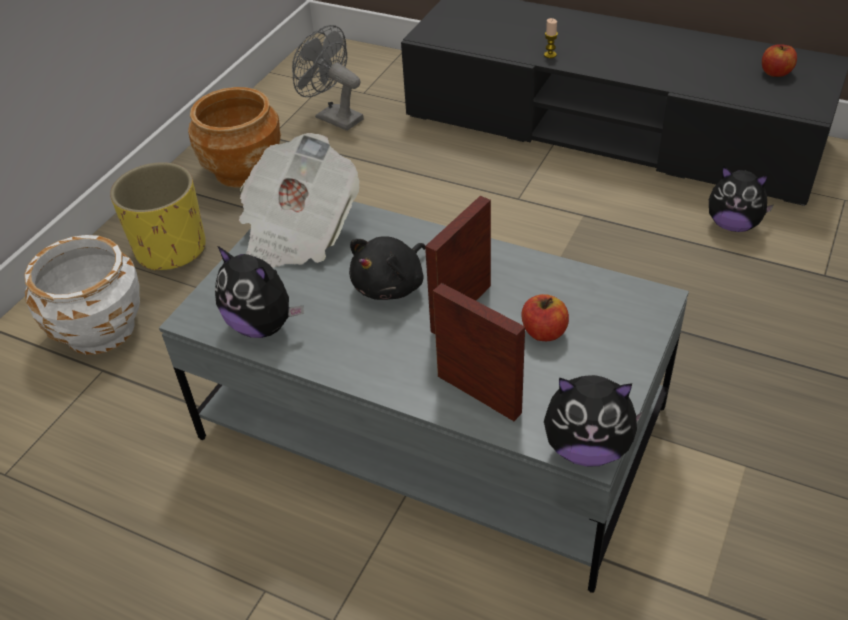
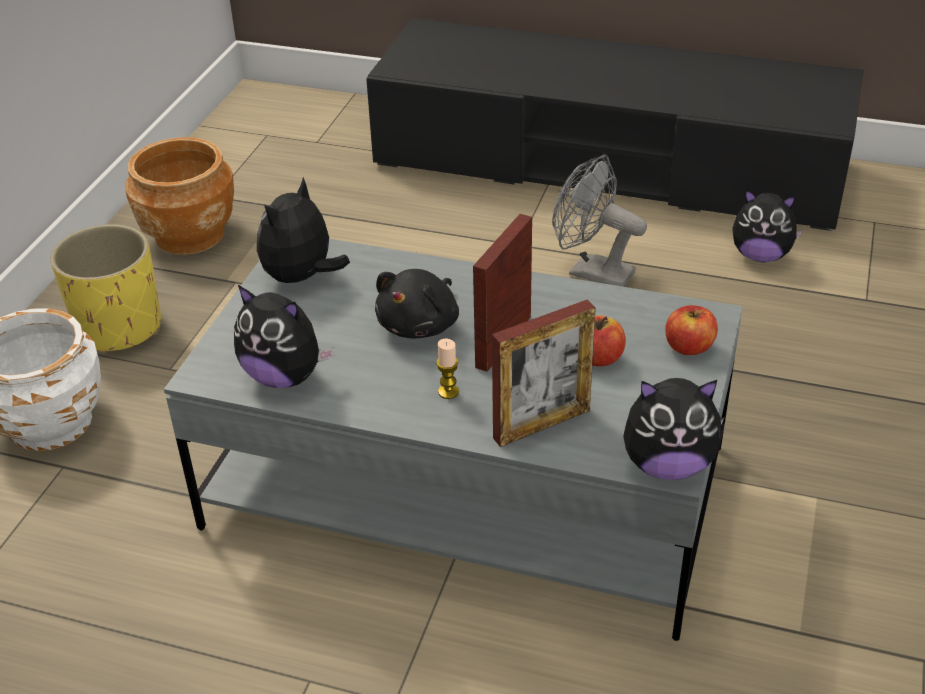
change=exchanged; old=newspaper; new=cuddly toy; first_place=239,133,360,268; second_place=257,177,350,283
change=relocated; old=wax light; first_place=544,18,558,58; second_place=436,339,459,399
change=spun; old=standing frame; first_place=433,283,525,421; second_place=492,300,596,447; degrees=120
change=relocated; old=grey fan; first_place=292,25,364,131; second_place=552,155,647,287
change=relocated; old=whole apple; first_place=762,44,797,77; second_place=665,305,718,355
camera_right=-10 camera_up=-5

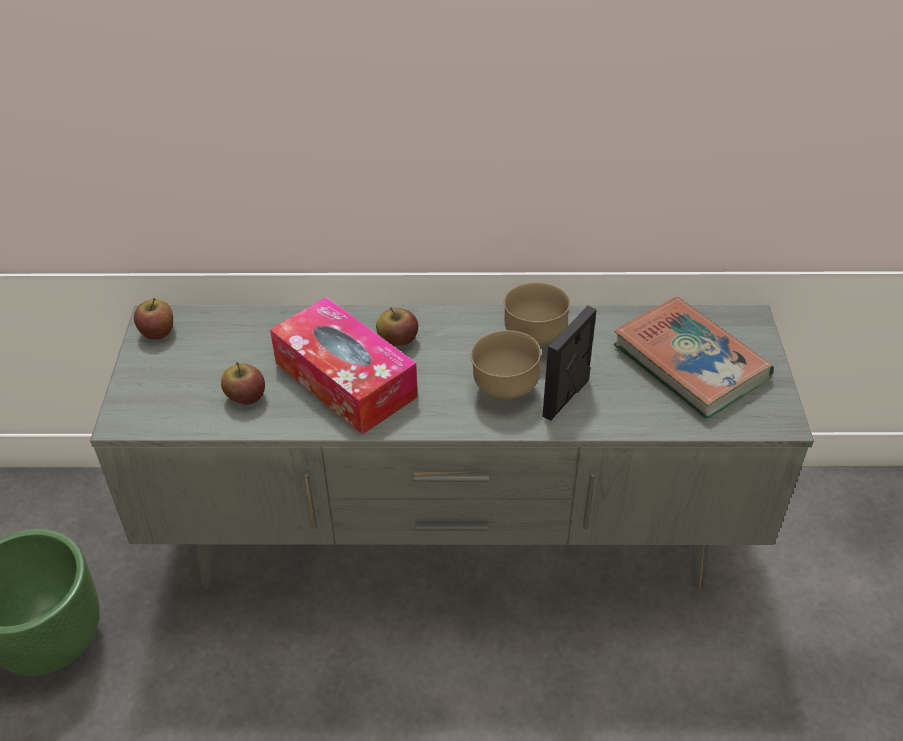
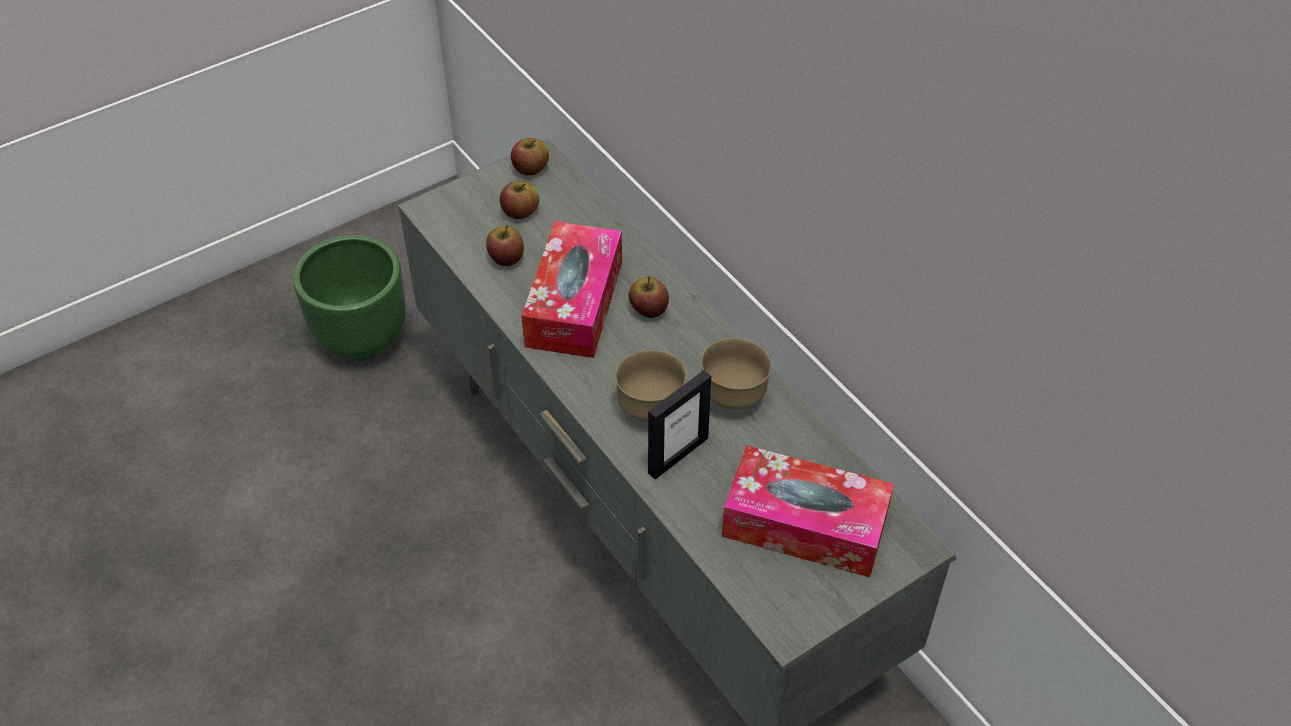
change=appeared; new=whole apple; second_place=500,181,540,219
change=spun; old=standing frame; first_place=542,306,597,420; second_place=648,370,711,479; degrees=135
change=exchanged; old=book; new=tissue holder; first_place=614,297,774,419; second_place=722,445,894,577
camera_right=55 camera_up=5

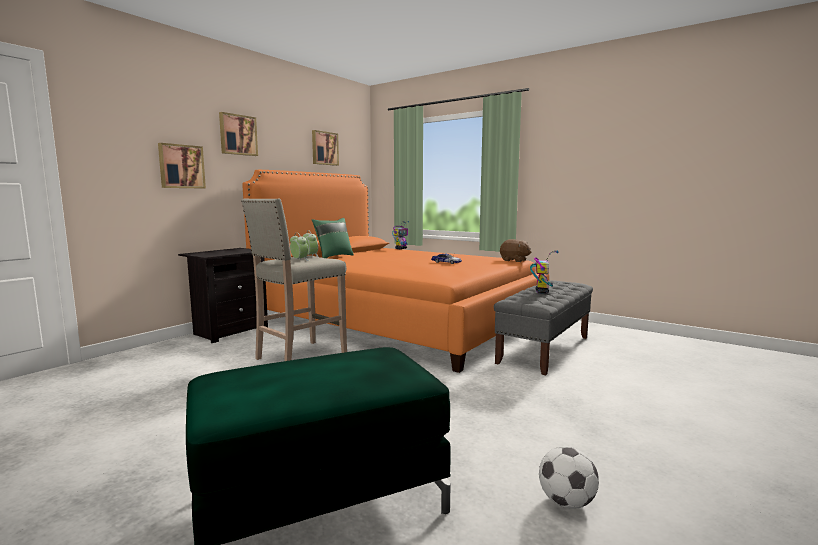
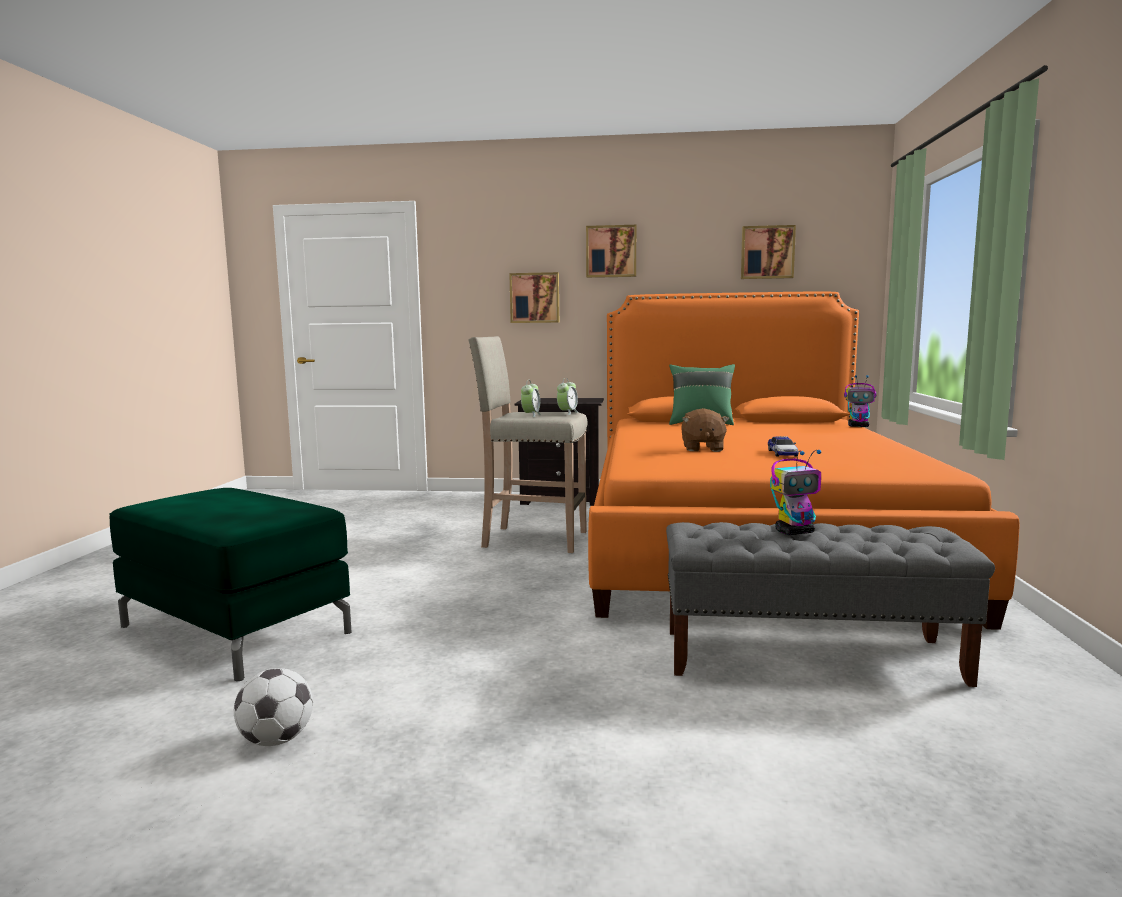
change=relocated; old=brown-coloured cuddly toy; first_place=500,239,532,262; second_place=681,408,729,452
camera_right=60 camera_up=0

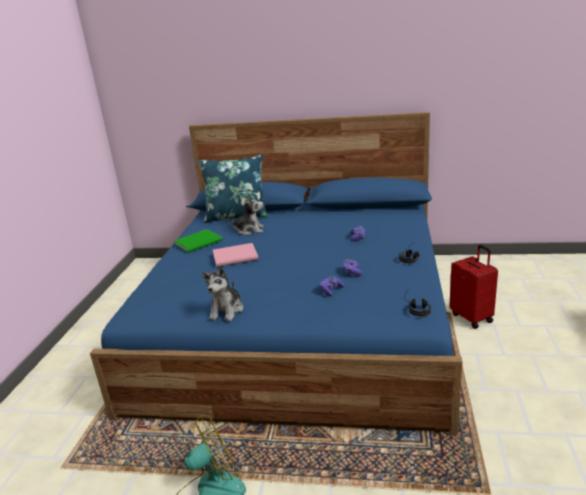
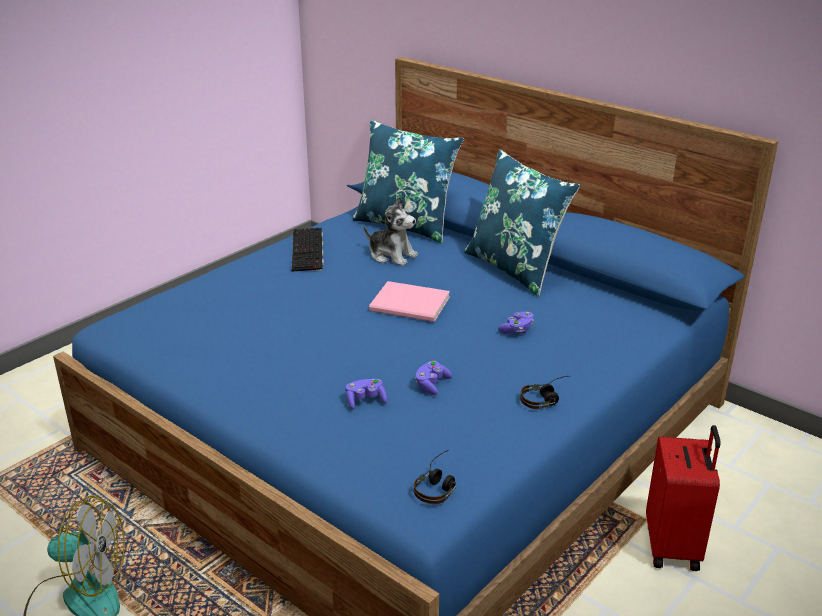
change=exchanged; old=greenish book; new=computer keyboard; first_place=174,229,222,253; second_place=291,228,324,271
change=relocated; old=pink book; first_place=213,243,258,267; second_place=369,281,450,322
change=appeared; new=bluish cushion; second_place=464,150,580,296
change=missing; old=cuddly toy; first_place=202,266,243,321
camera_right=30 camera_up=5

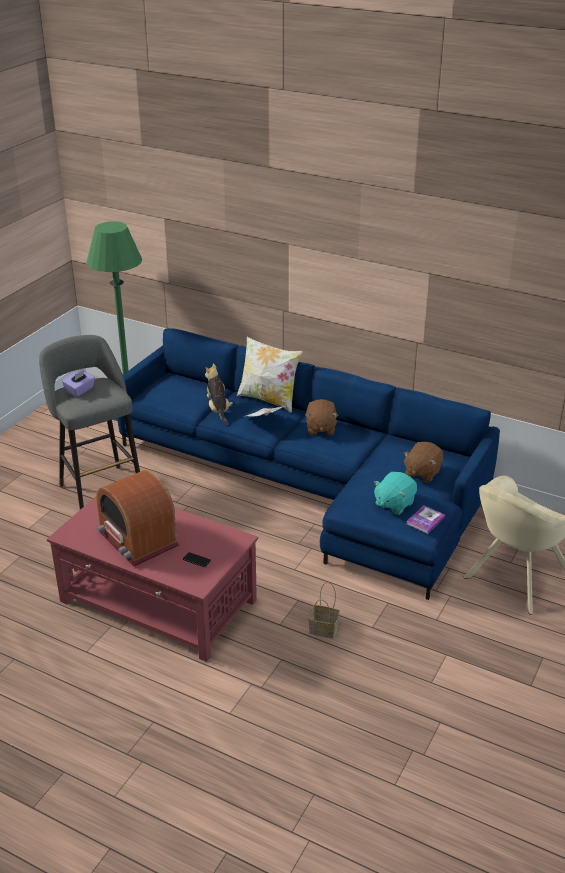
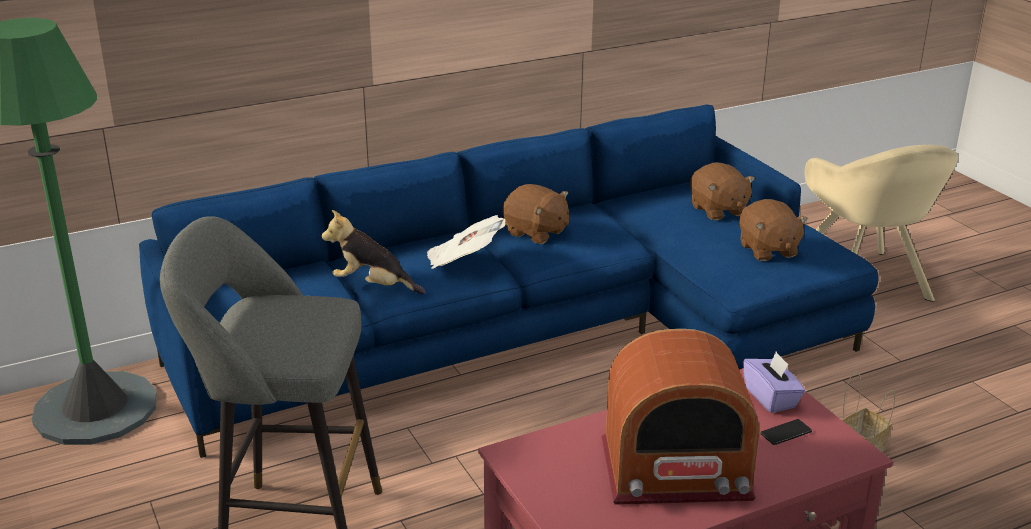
change=colour; old=blue-green cuddly toy; new=brown-coloured cuddly toy; first_place=374,472,417,515; second_place=739,199,808,261
change=relocated; old=purple tissue holder; first_place=62,369,95,397; second_place=743,352,805,413
change=missing; old=cushion; first_place=237,337,303,413
change=missing; old=book; first_place=407,506,445,534
camera_right=-55 camera_up=-5

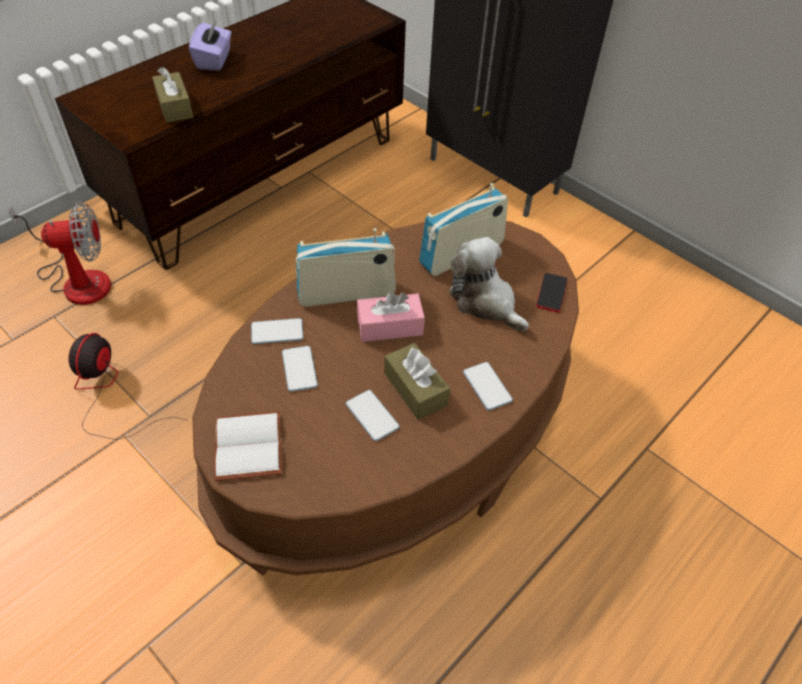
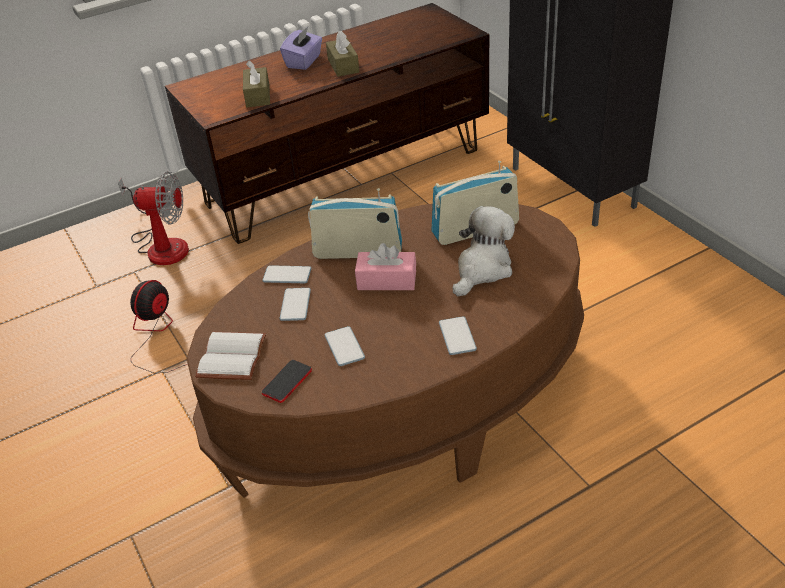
change=relocated; old=phone; first_place=536,273,568,313; second_place=262,360,312,403
change=relocated; old=brown-coloured tissue holder; first_place=384,343,450,420; second_place=326,31,359,77
change=spun; old=cuddly toy; first_place=449,237,529,331; second_place=453,206,515,296; degrees=60
camera_right=20 camera_up=-10

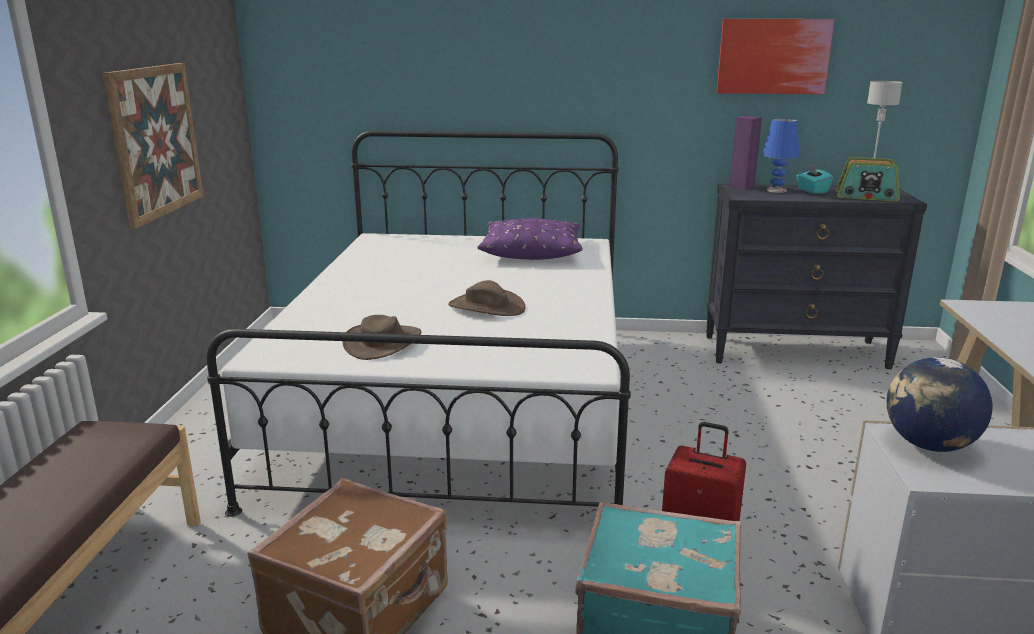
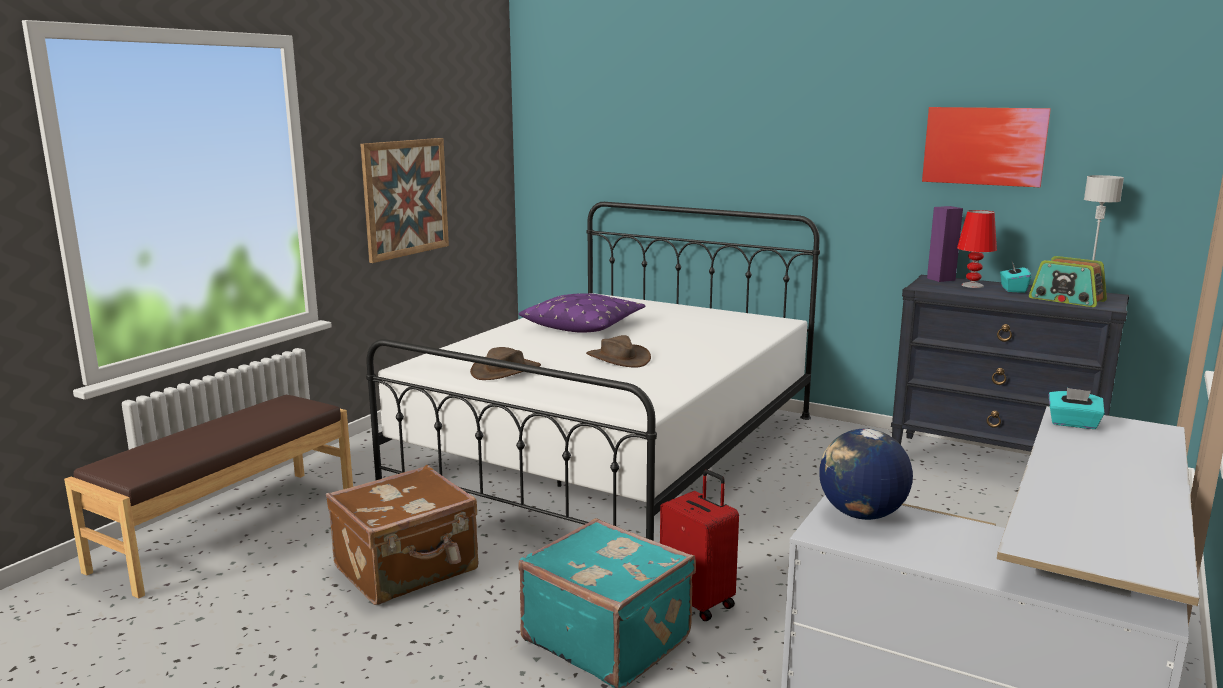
change=relocated; old=purple cushion; first_place=477,218,583,260; second_place=519,293,645,333
change=colour; old=bluish lamp for a table; new=red lamp for a table; first_place=762,118,799,193; second_place=957,210,997,288
change=appeared; new=blue-green tissue holder; second_place=1049,388,1105,429
camera_right=25 camera_up=-5

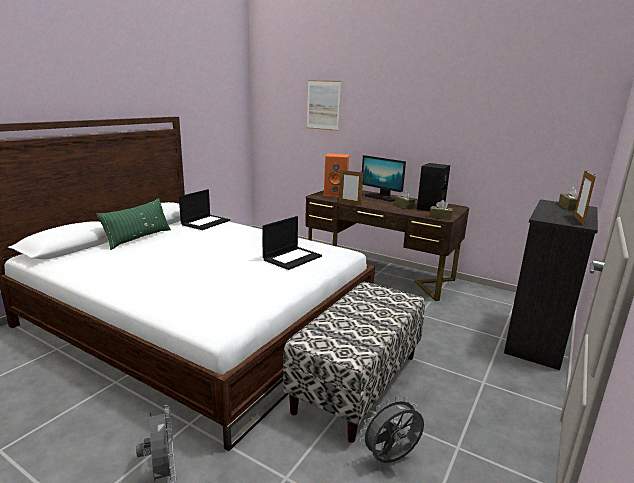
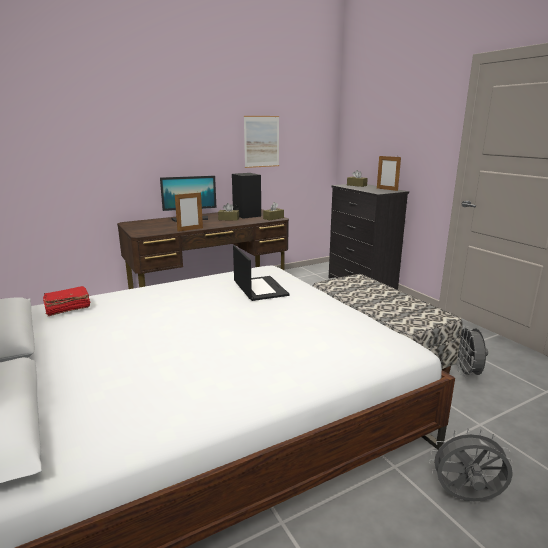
change=exchanged; old=portable computer; new=red book; first_place=179,189,230,230; second_place=43,286,90,316
change=relocated; old=picture; first_place=307,80,341,131; second_place=244,116,279,168
change=missing; old=greenish cushion; first_place=97,198,171,250
change=missing; old=orange-coloured audio speaker; first_place=324,153,349,197
camera_right=-60 camera_up=0

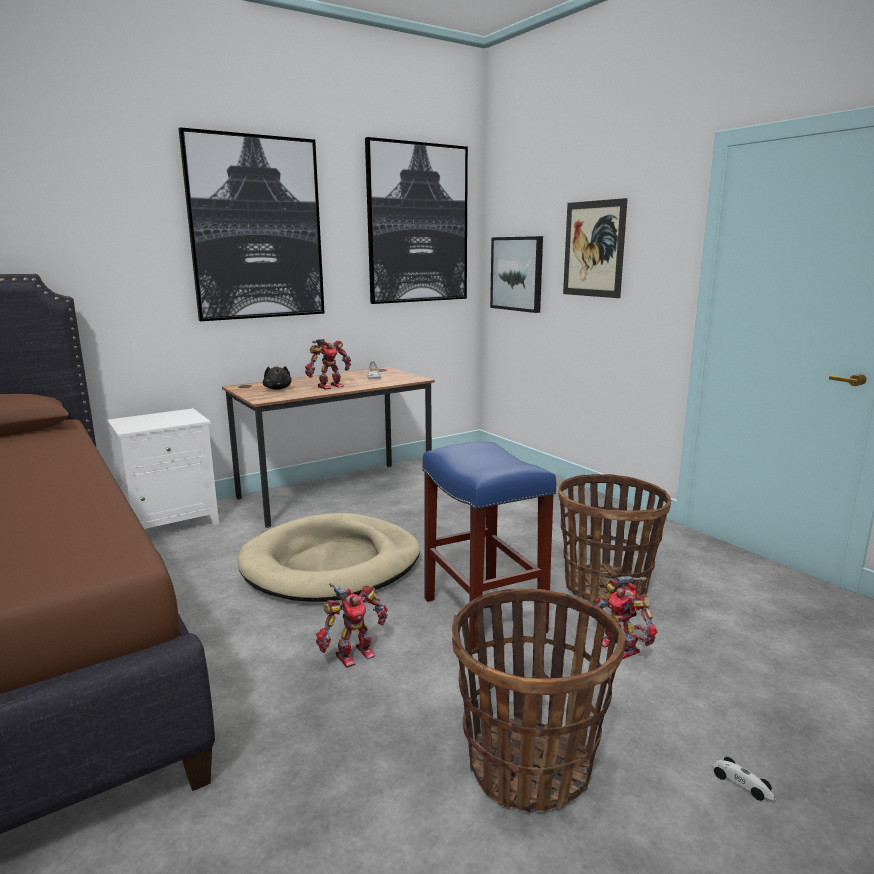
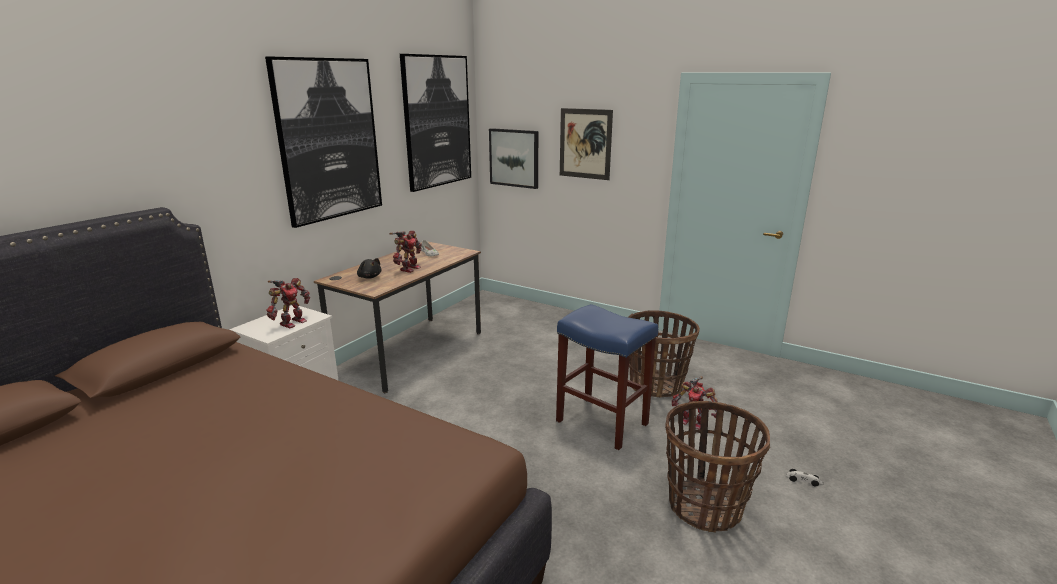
change=relocated; old=toy robot; first_place=316,583,388,668; second_place=266,278,310,328
change=missing; old=beige pet bed; first_place=238,513,420,602
camera_right=-25 camera_up=5

